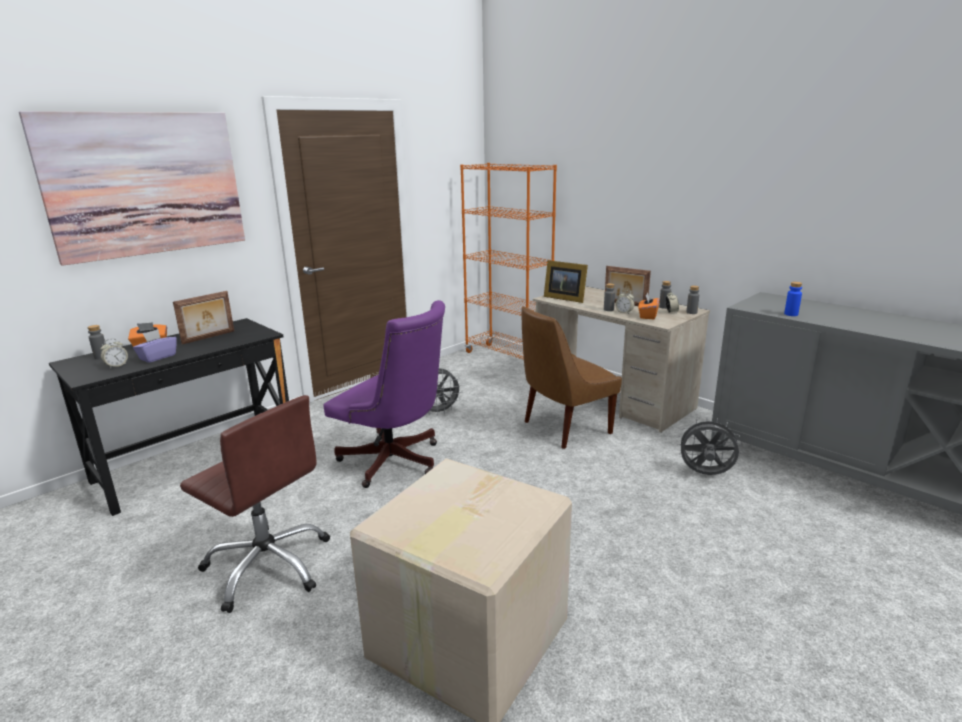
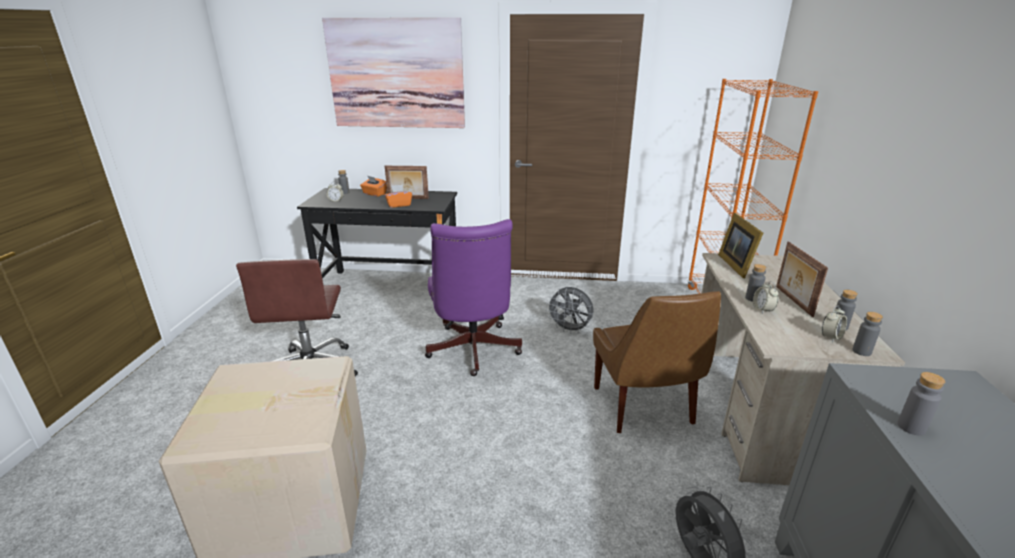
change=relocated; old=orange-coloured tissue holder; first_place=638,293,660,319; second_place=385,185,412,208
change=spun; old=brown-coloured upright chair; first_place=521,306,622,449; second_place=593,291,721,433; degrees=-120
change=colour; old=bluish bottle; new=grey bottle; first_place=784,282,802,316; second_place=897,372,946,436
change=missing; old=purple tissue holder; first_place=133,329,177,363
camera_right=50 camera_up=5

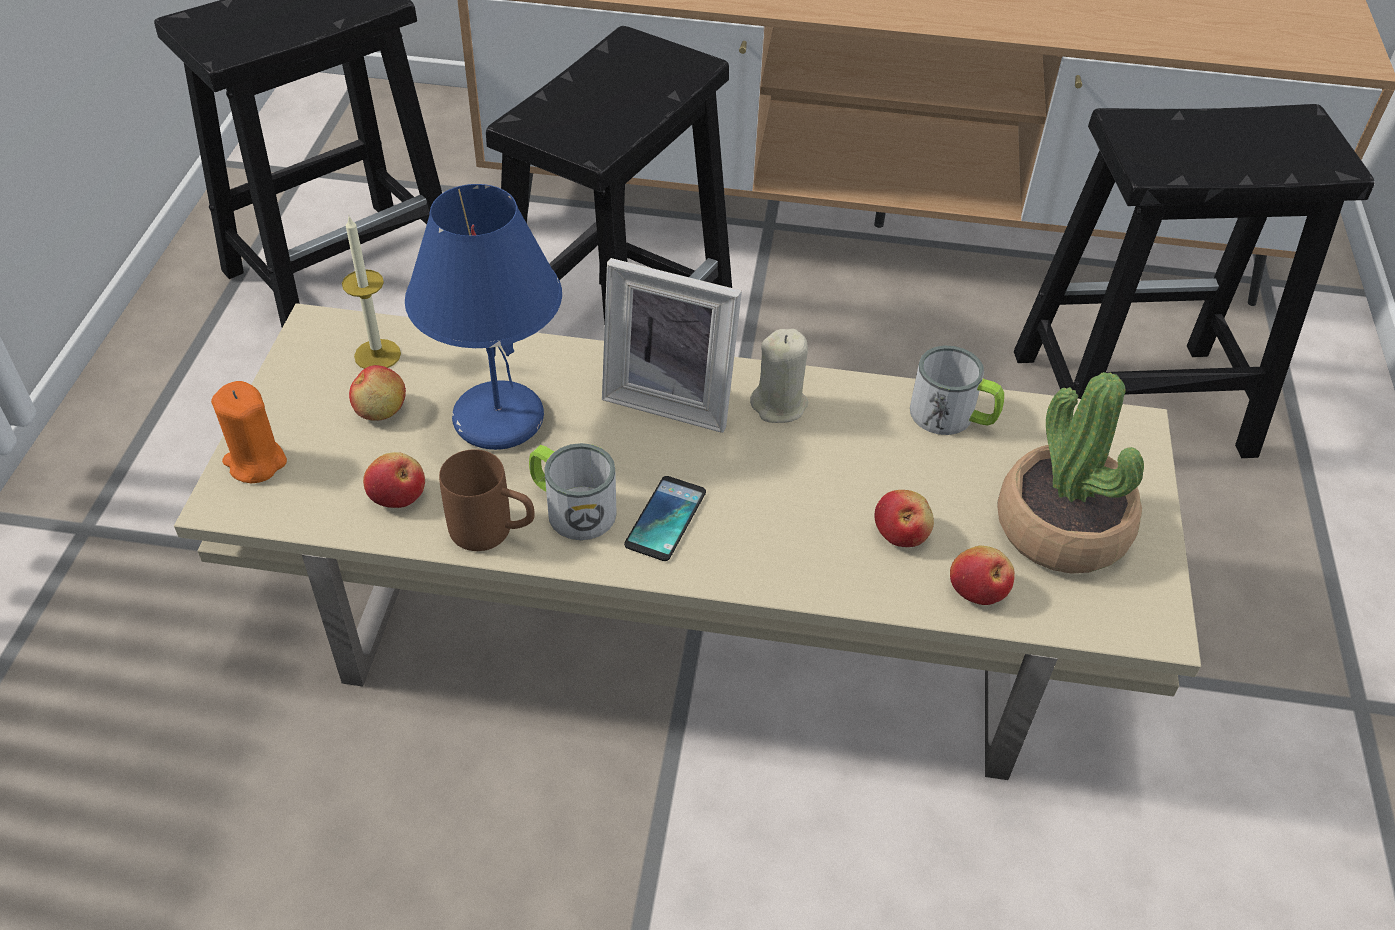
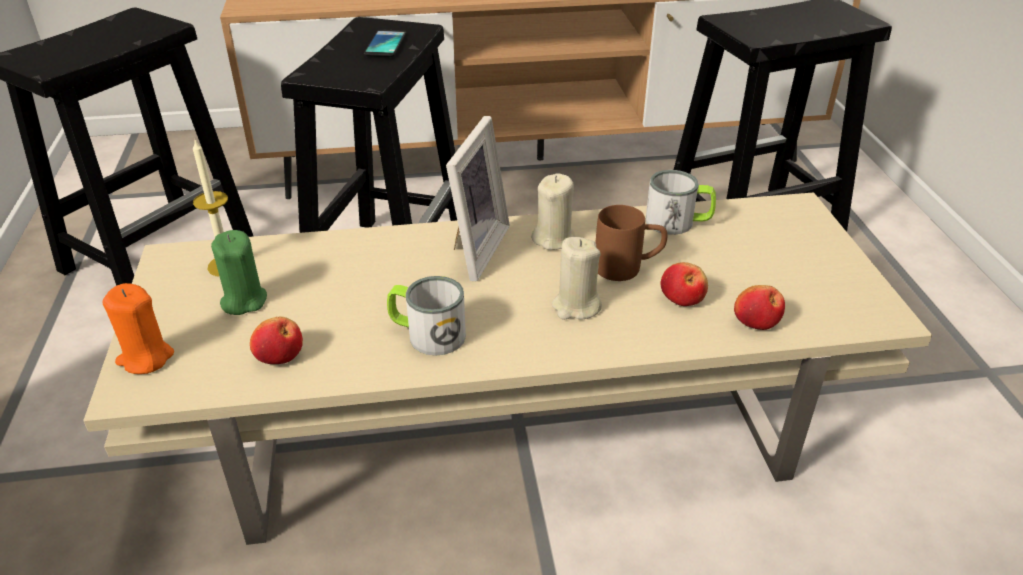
change=exchanged; old=whole apple; new=greenish wax light; first_place=349,365,406,421; second_place=211,230,267,315
change=relocated; old=phone; first_place=624,476,706,561; second_place=364,29,407,57
change=spun; old=standing frame; first_place=602,258,742,433; second_place=446,116,510,281; degrees=-75
change=appeared; new=beige wax light; second_place=552,237,602,320
change=relocated; old=brown-coloured tea mug; first_place=439,449,535,551; second_place=595,205,668,281
change=missing; old=bluish lamp for a table; first_place=405,184,562,450
change=missing; old=plant in a pot; first_place=997,372,1144,574
camera_right=-15 camera_up=-10

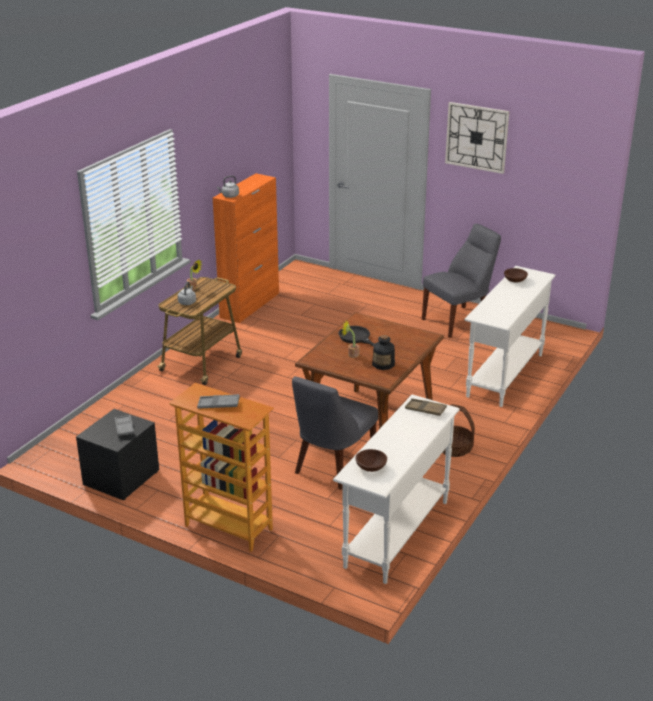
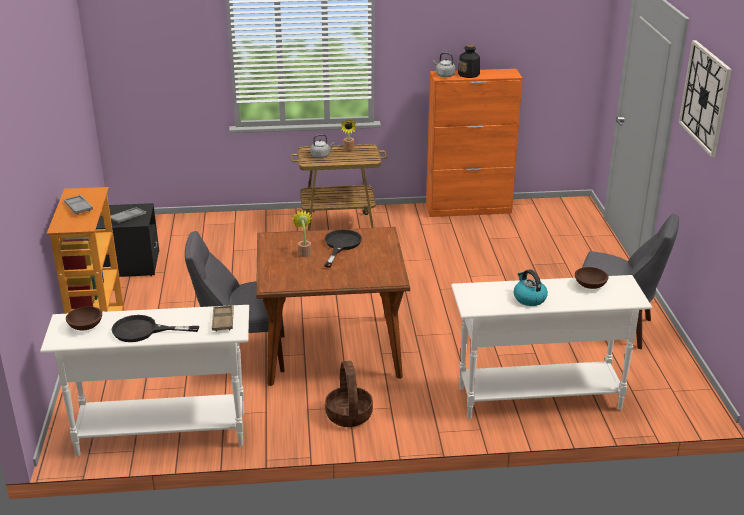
change=appeared; new=black-coloured frying pan; second_place=112,315,199,342
change=relocated; old=bottle; first_place=372,335,395,370; second_place=458,45,480,78
change=appeared; new=water kettle; second_place=514,269,548,306
camera_right=55 camera_up=0

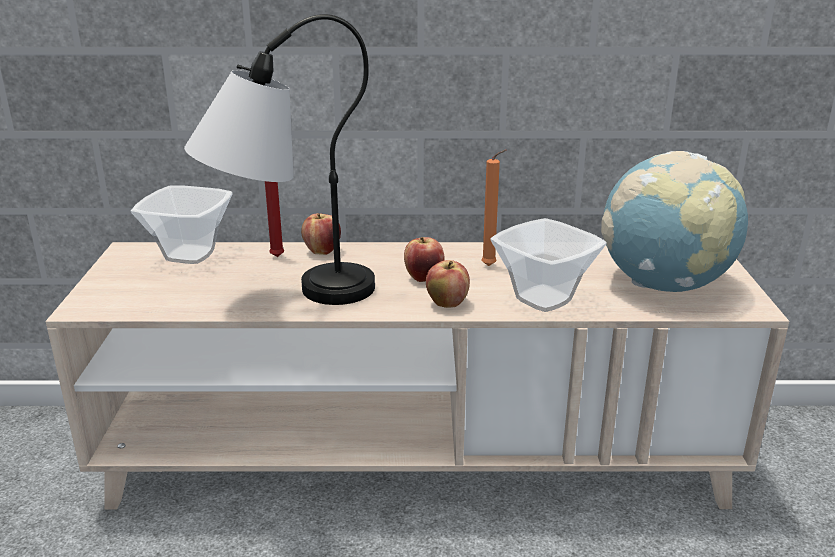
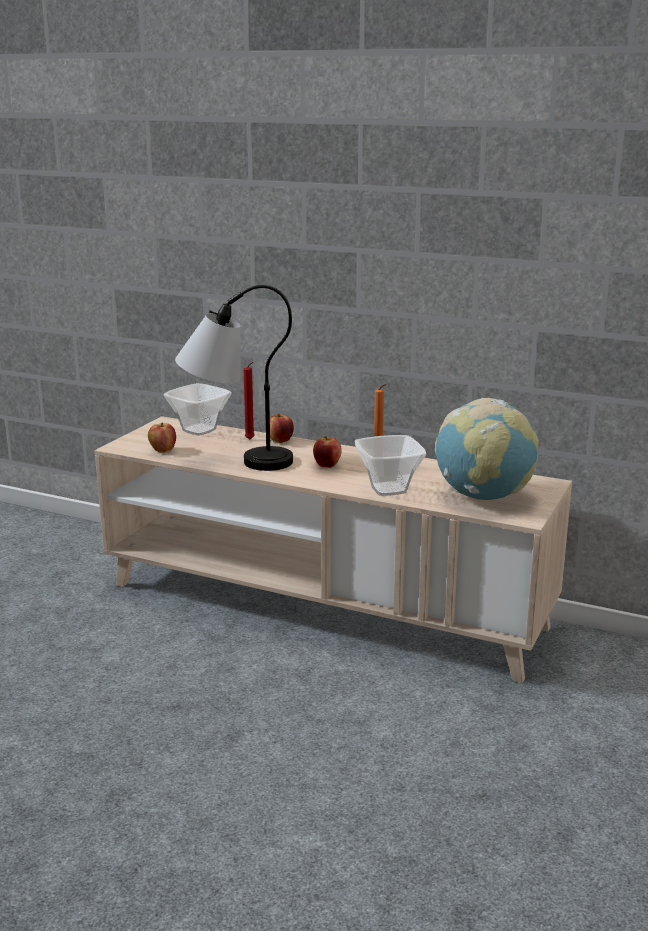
change=relocated; old=whole apple; first_place=426,260,470,308; second_place=148,423,176,453
camera_right=25 camera_up=-5

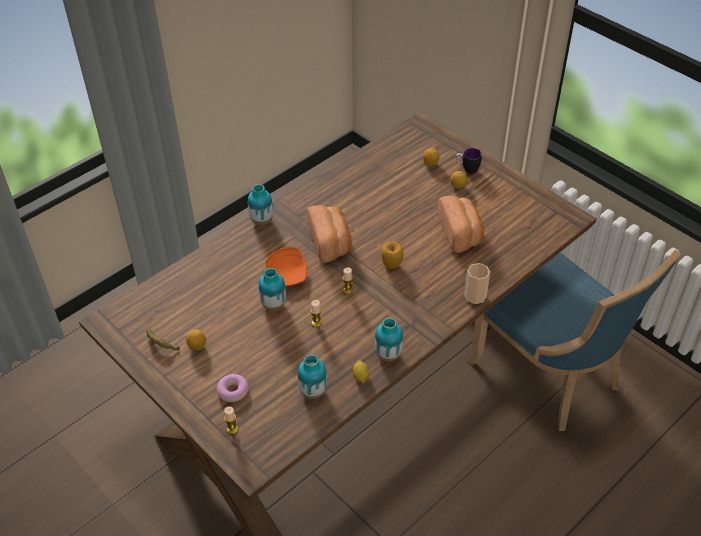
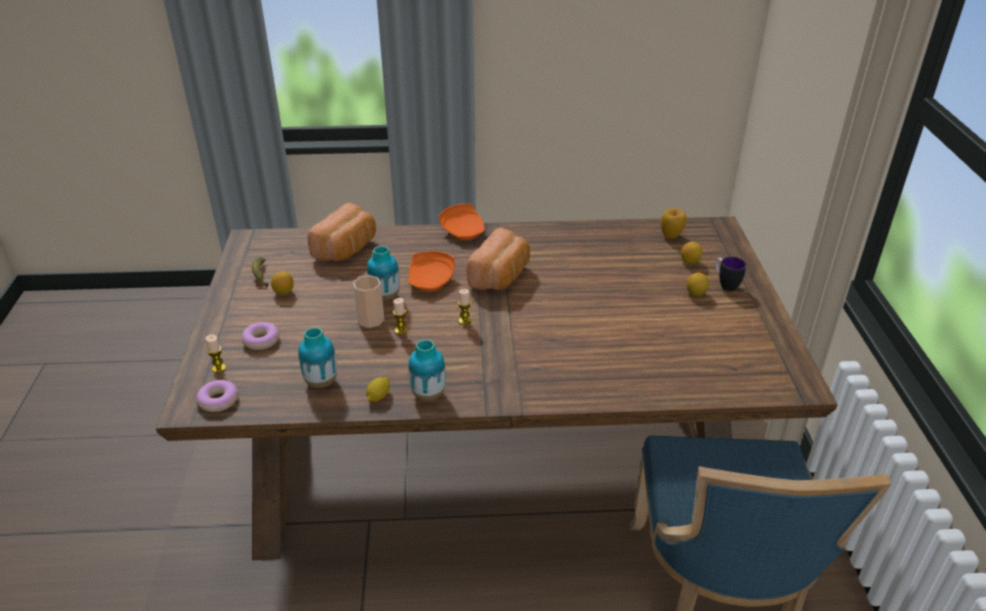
change=appeared; new=doughnut; second_place=196,380,239,412
change=relocated; old=bread; first_place=438,196,484,253; second_place=307,203,376,261
change=relocated; old=cup; first_place=464,263,490,304; second_place=353,275,384,328
change=exchanged; old=vase; new=orange-coloured plate; first_place=248,184,273,225; second_place=439,204,485,240
change=relocated; old=whole apple; first_place=381,242,404,269; second_place=661,208,687,239
camera_right=40 camera_up=-10

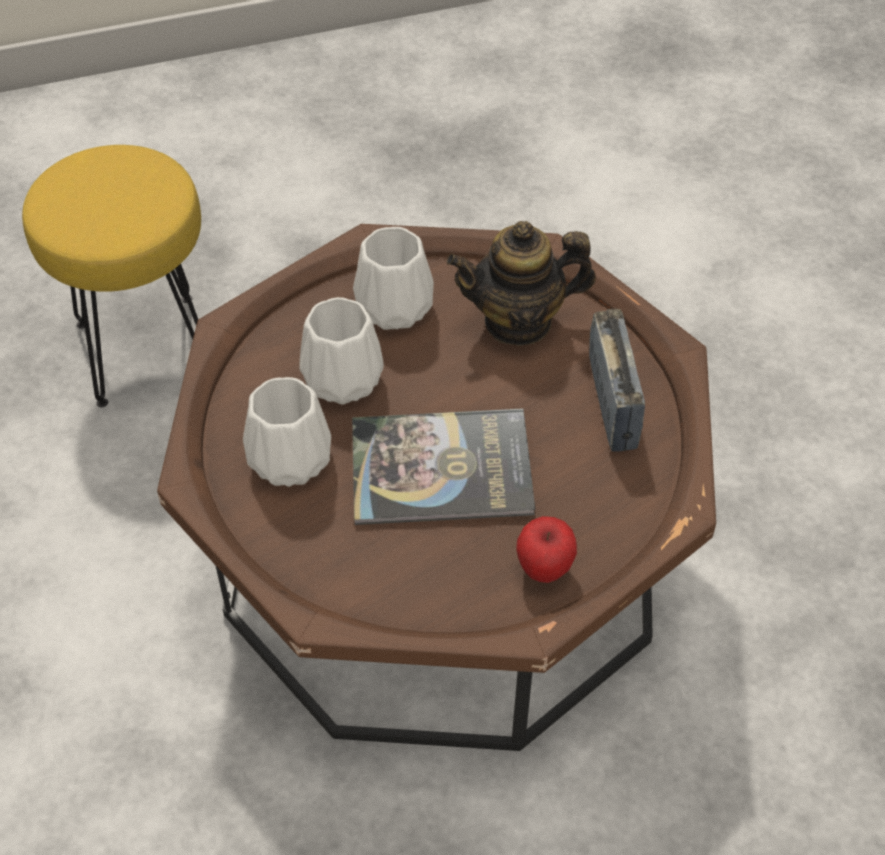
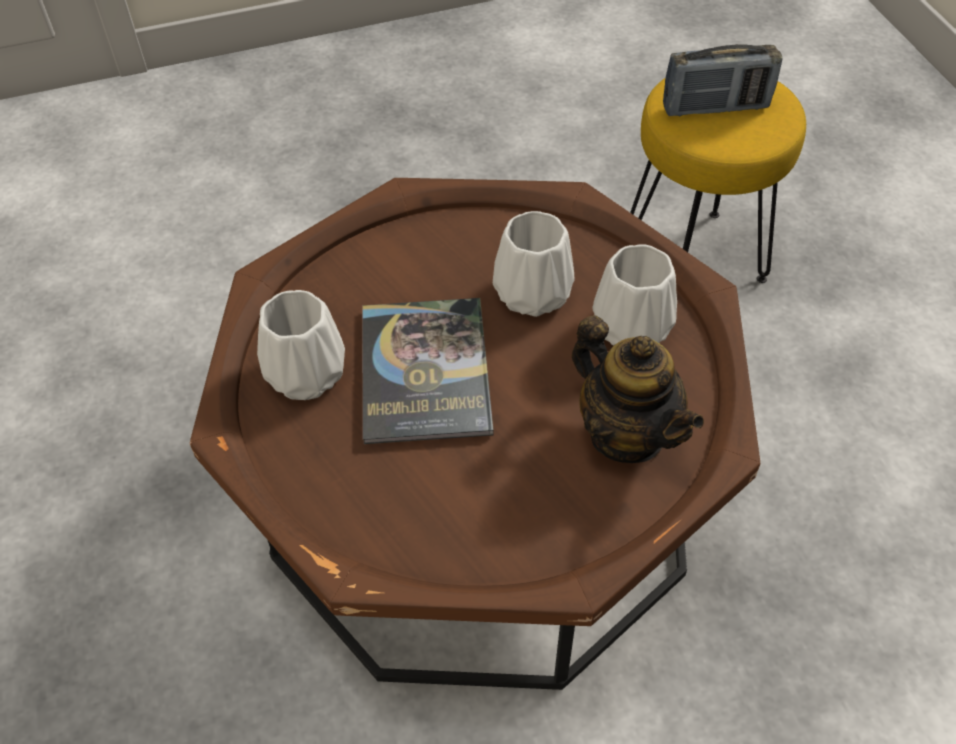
change=relocated; old=white vase; first_place=243,377,331,487; second_place=257,290,345,400
change=spun; old=pot for tea; first_place=447,221,596,346; second_place=572,315,704,463; degrees=150
change=relocated; old=radio receiver; first_place=589,309,645,451; second_place=663,44,783,116
change=missing; old=whole apple; first_place=516,516,577,583
camera_right=90 camera_up=0

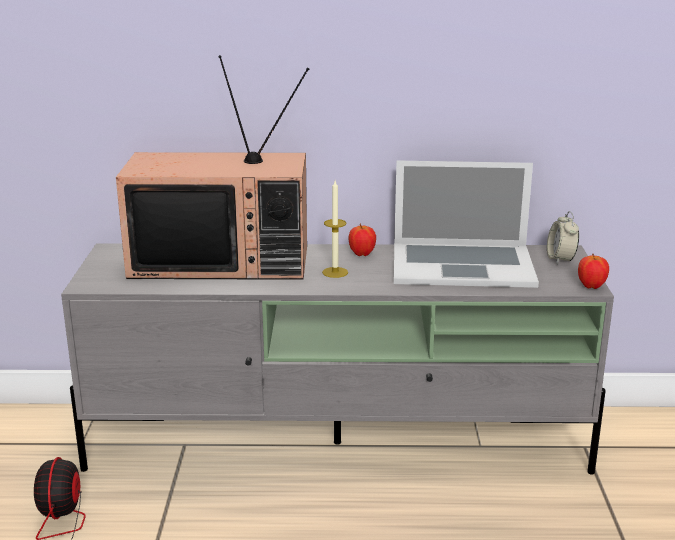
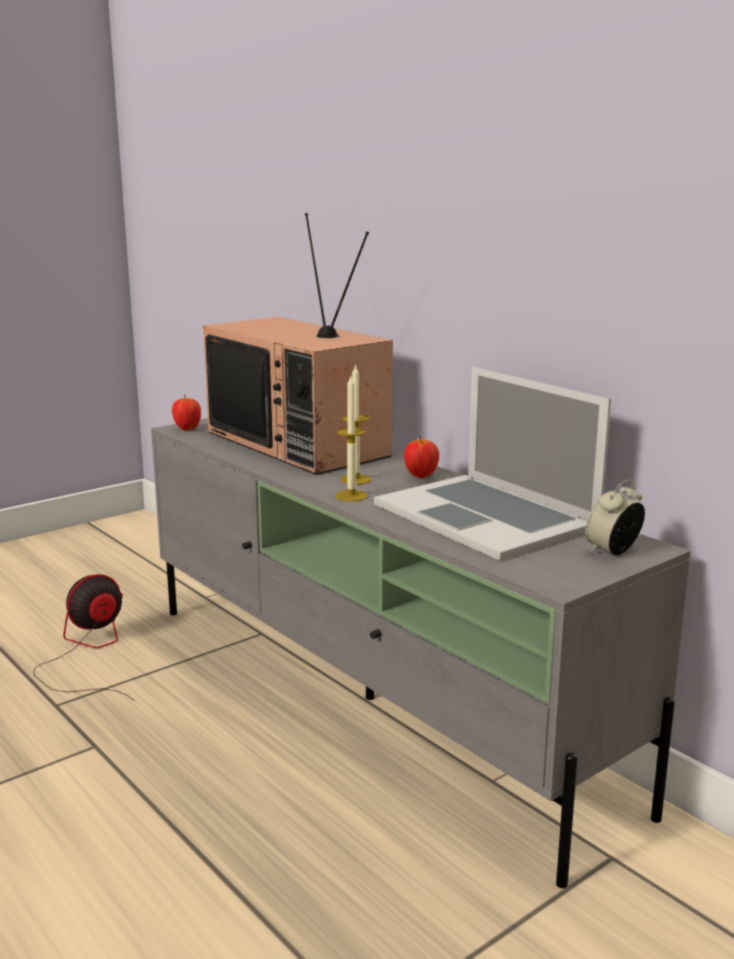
change=relocated; old=whole apple; first_place=578,254,609,289; second_place=172,394,201,431
change=appeared; new=wax light; second_place=335,376,368,502
camera_right=50 camera_up=-5

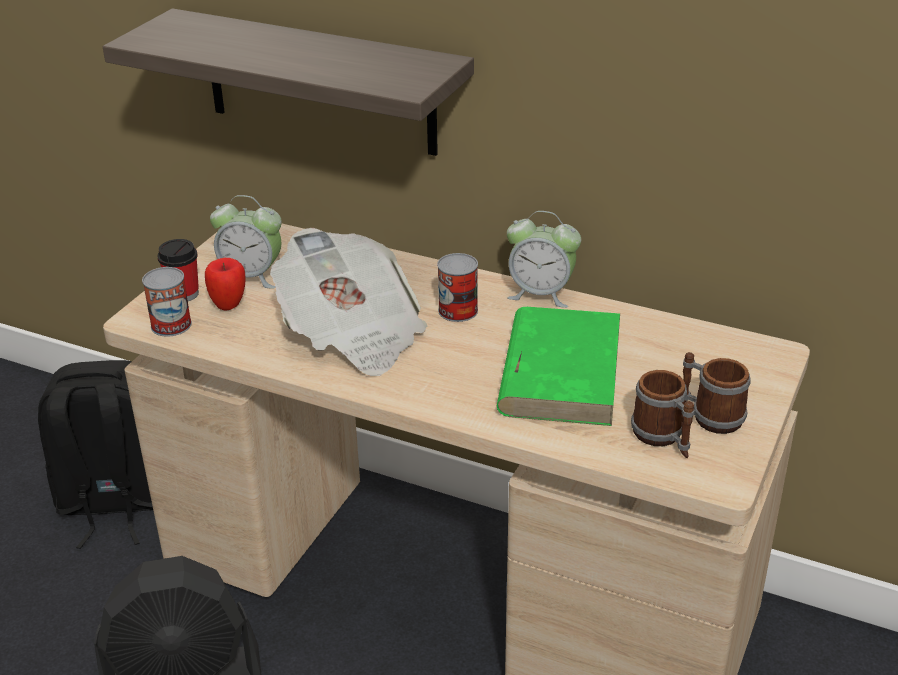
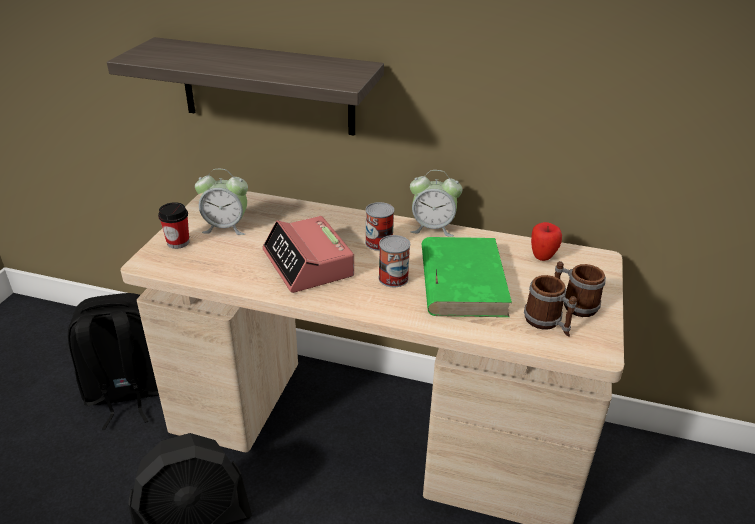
change=exchanged; old=newspaper; new=alarm clock; first_place=270,228,427,376; second_place=262,216,354,293
change=relocated; old=metal can; first_place=142,267,192,337; second_place=378,235,410,287
change=relocated; old=whole apple; first_place=205,258,246,311; second_place=531,222,562,261
camera_right=-10 camera_up=0

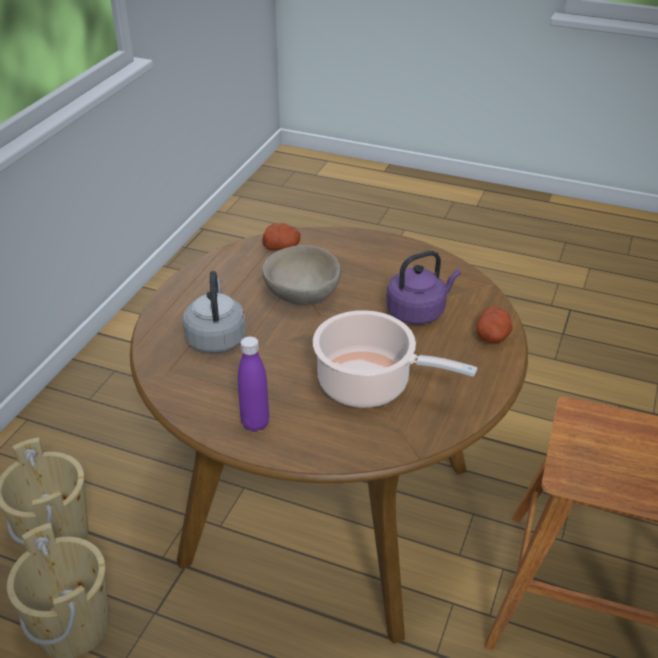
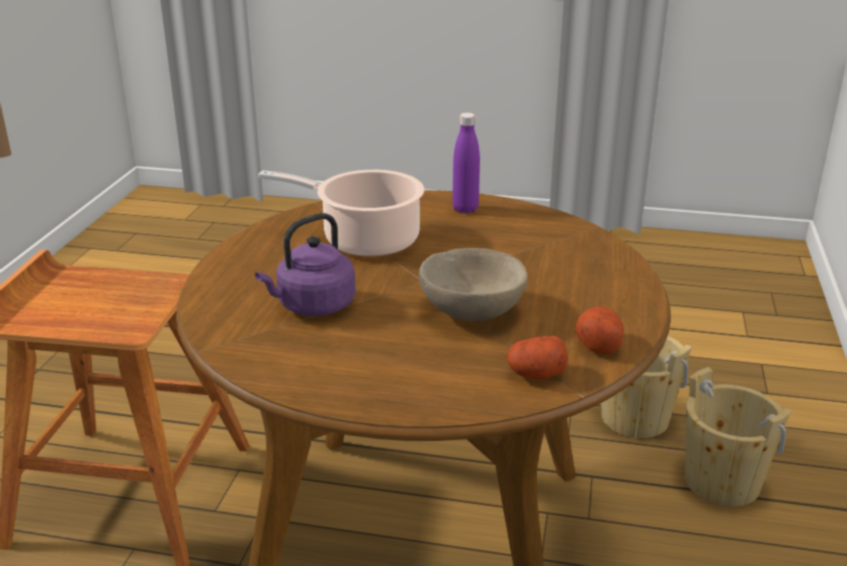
change=relocated; old=potato; first_place=477,306,513,343; second_place=575,306,624,354
change=missing; old=grey water kettle; first_place=182,271,246,353
camera_right=170 camera_up=-10

